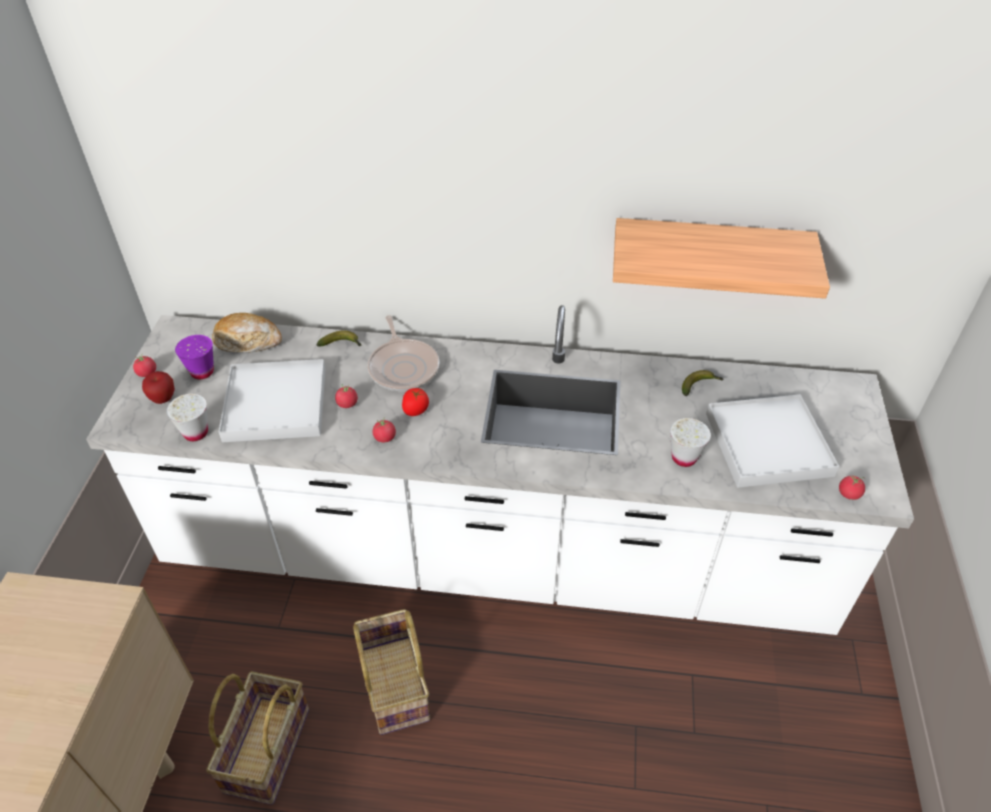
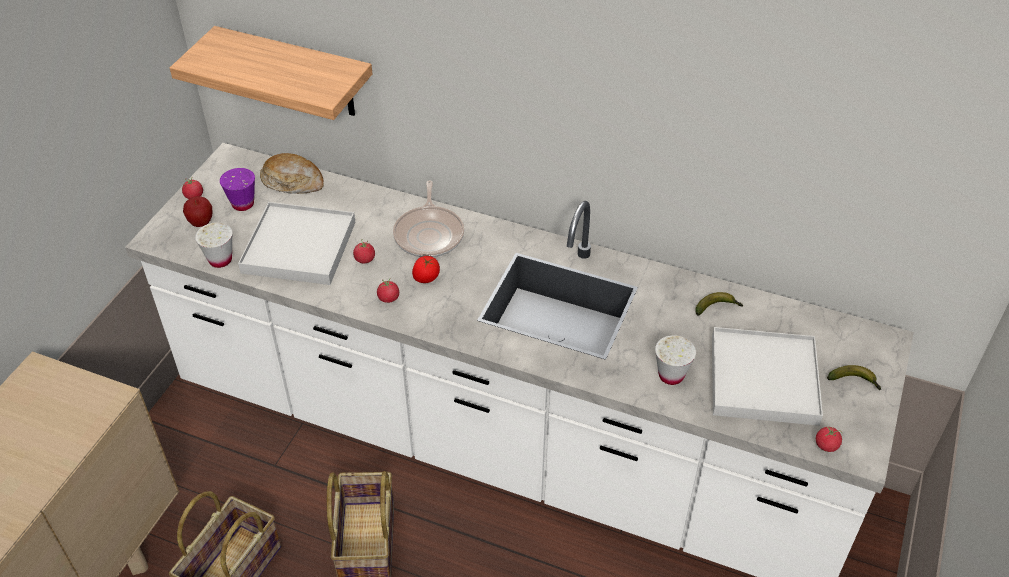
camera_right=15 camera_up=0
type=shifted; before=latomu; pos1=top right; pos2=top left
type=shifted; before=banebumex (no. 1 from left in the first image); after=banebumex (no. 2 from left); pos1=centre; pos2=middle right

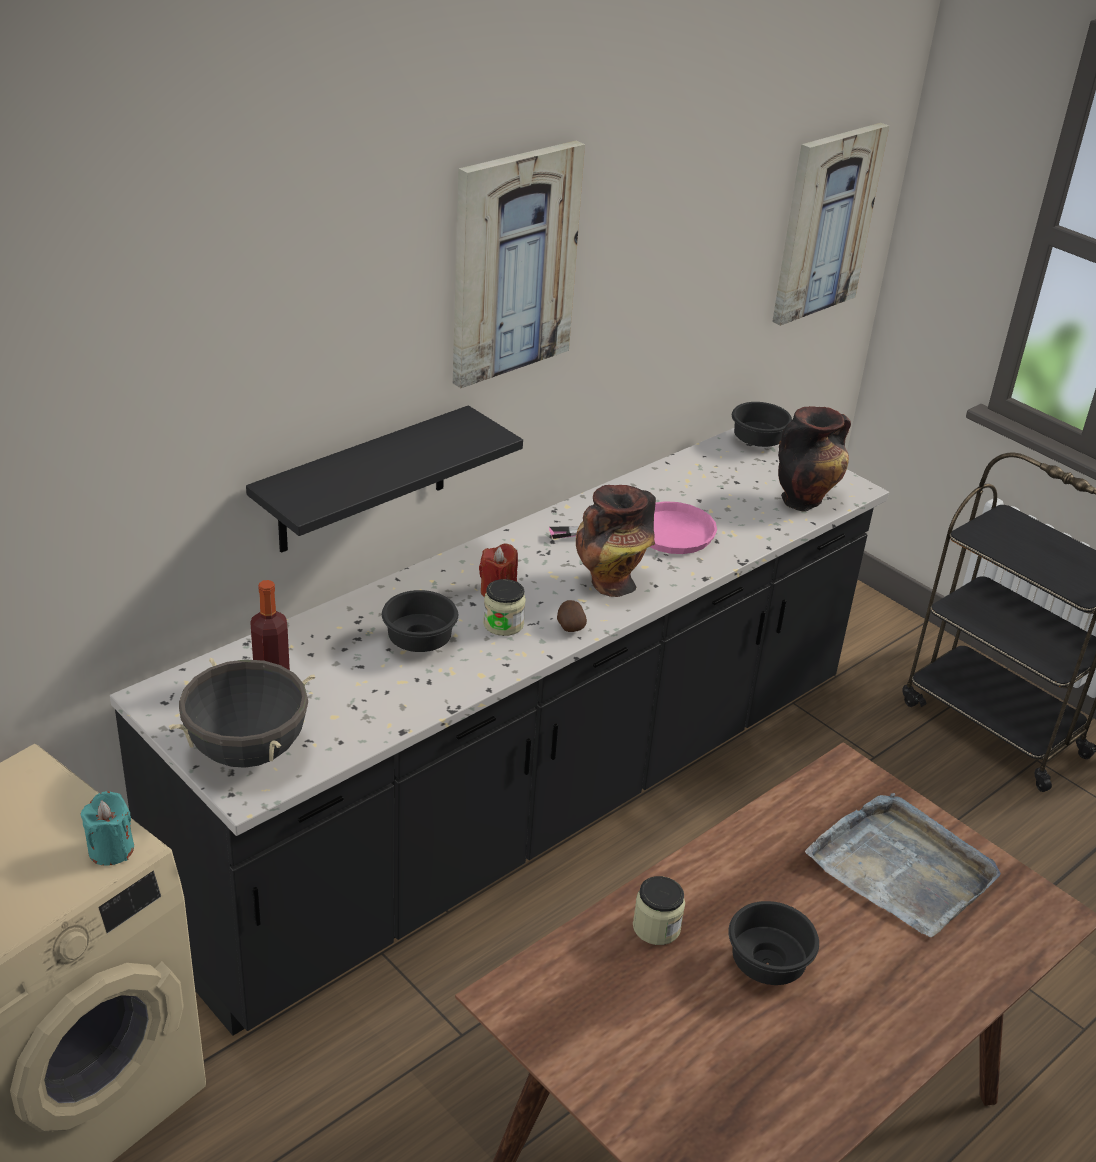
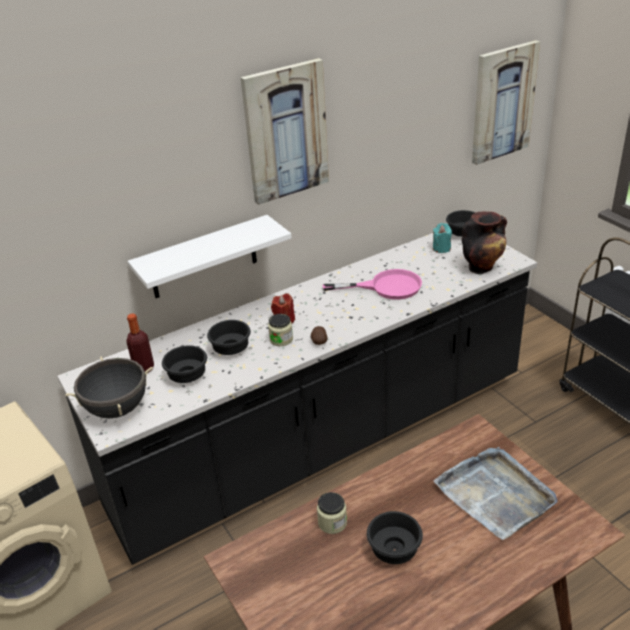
camera_right=15 camera_up=0
type=repainted; before=black latomu; after=white latomu; pos1=centre; pos2=centre
type=new; after=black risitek (no. 1 from left); pos2=middle left
type=shifted; before=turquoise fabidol; pos1=bottom left; pos2=middle right
type=gone; before=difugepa (no. 1 from left); pos1=centre

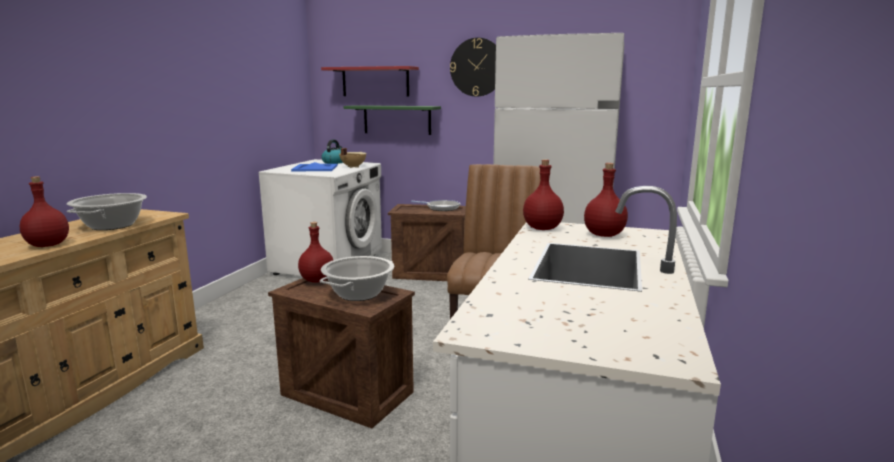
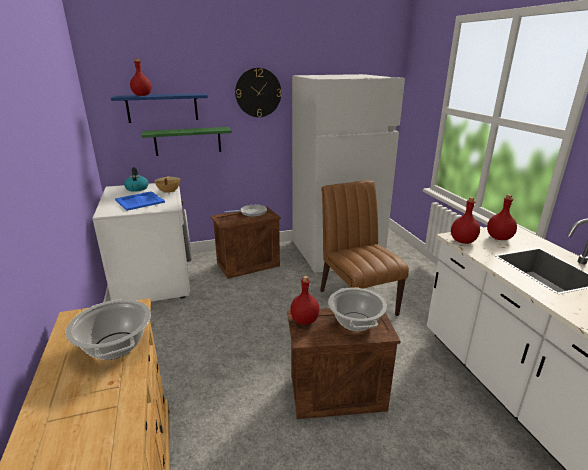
camera_right=-35 camera_up=10
type=repainted; before=red latomu; after=blue latomu; pos1=top centre; pos2=top left
type=shifted; before=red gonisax (no. 1 from left); pos1=middle left; pos2=top left

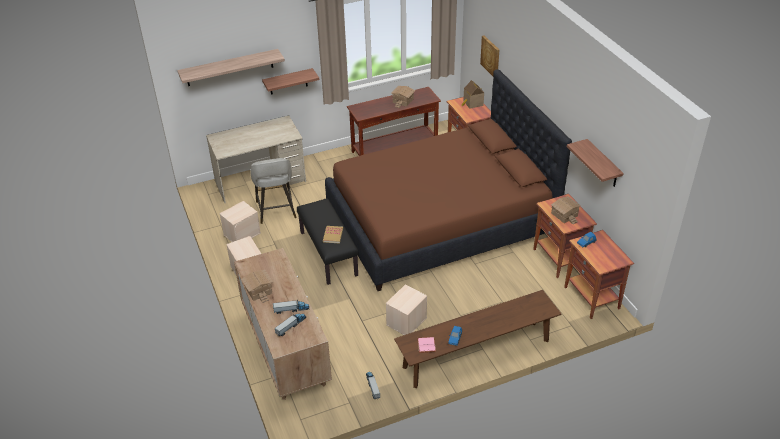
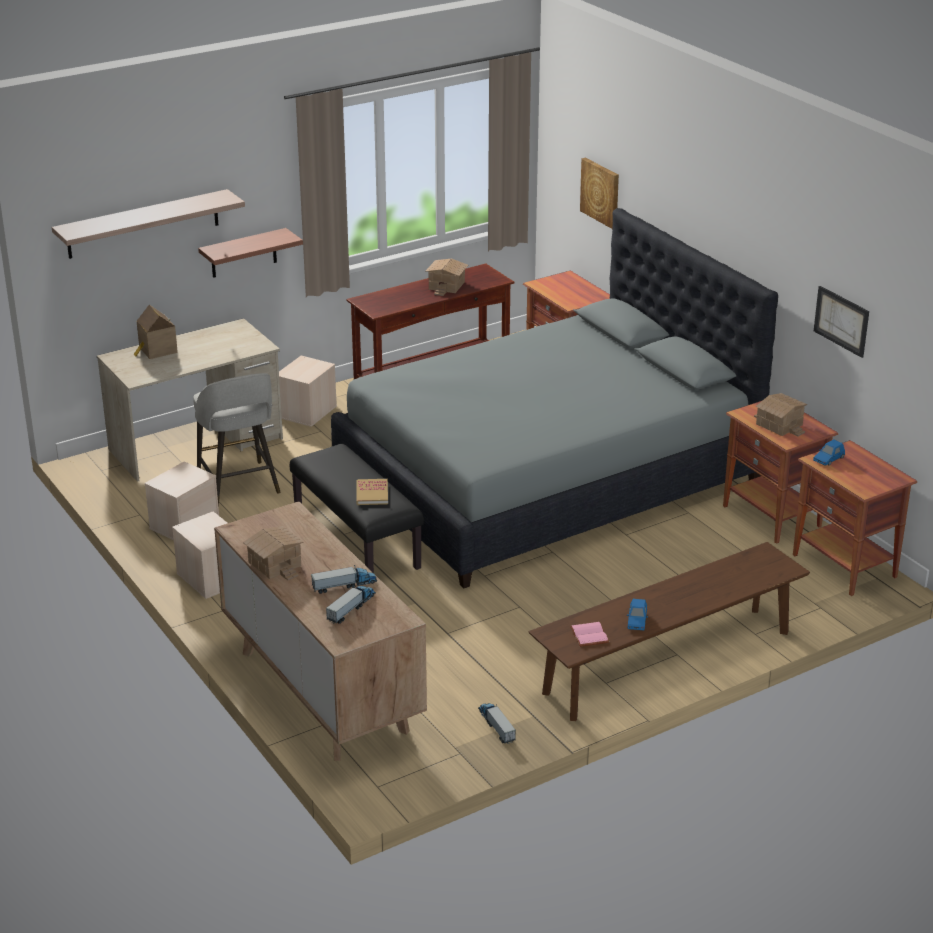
camera_right=-10 camera_up=-10
type=shifted; before=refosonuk (no. 3 from left in the first image); after=refosonuk (no. 1 from left); pos1=top centre; pos2=middle left
type=shifted; before=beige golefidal (no. 3 from left); pos1=bottom centre; pos2=middle left
type=repainted; before=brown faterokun; after=grey faterokun; pos1=centre; pos2=centre
type=swapped; before=latomu (no. 3 from left); after=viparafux (no. 2 from left); pos1=middle right; pos2=middle right

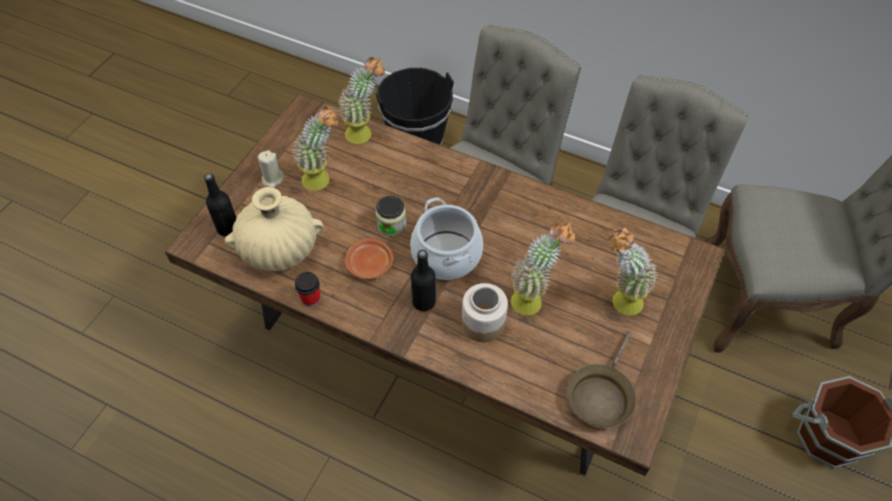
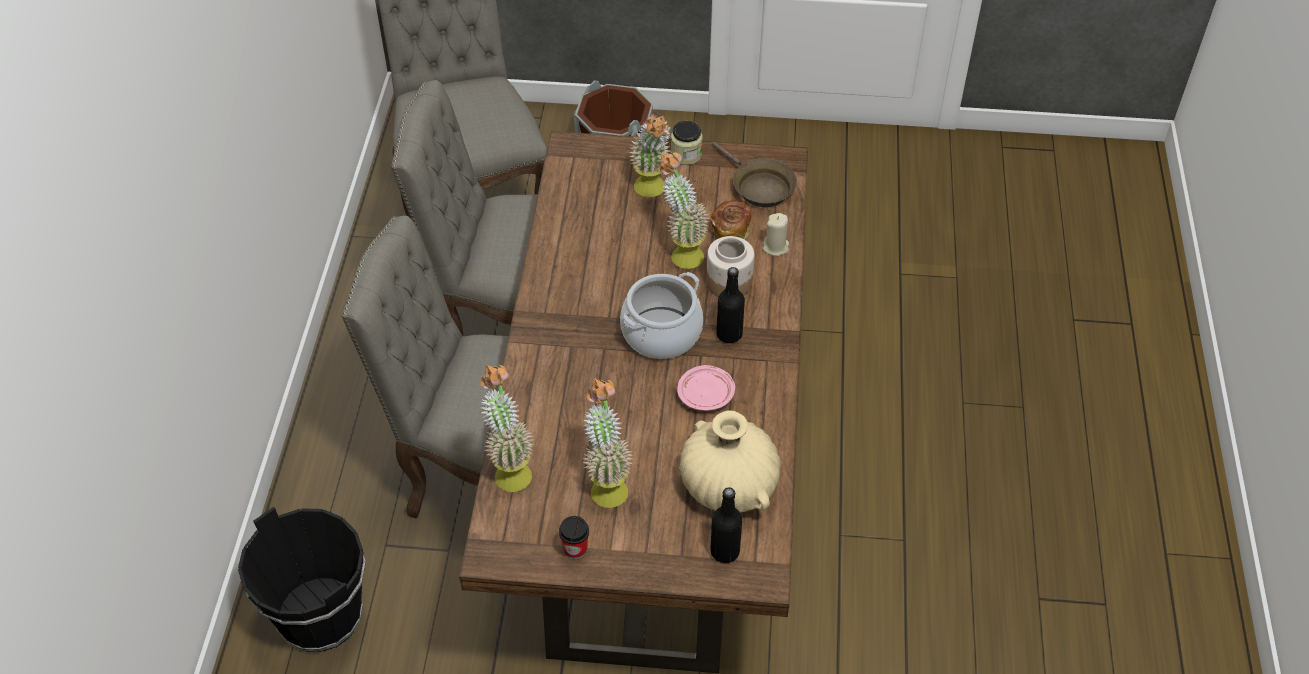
camera_right=-110 camera_up=-5
type=shifted; before=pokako; pos1=centre; pos2=bottom centre
type=shifted; before=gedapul (no. 1 from left); pos1=centre; pos2=top centre
type=repainted; before=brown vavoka; after=pink vavoka; pos1=centre; pos2=centre
type=new; after=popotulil; pos2=top centre
type=rotated; before=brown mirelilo; pos1=bottom right; pos2=top centre; turn=45
type=shifted; before=beige fabidol; pos1=middle left; pos2=centre

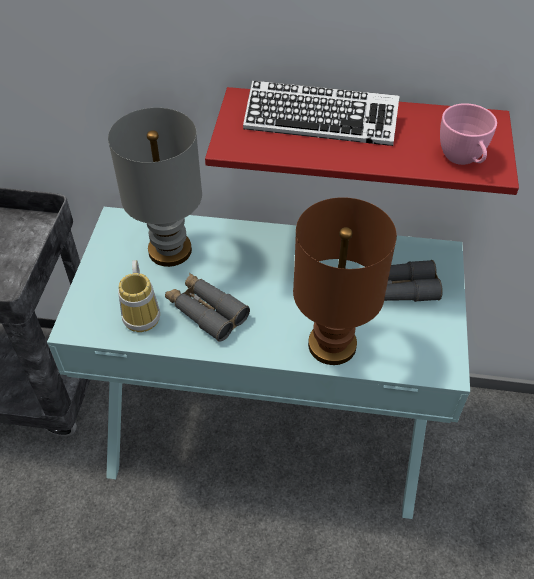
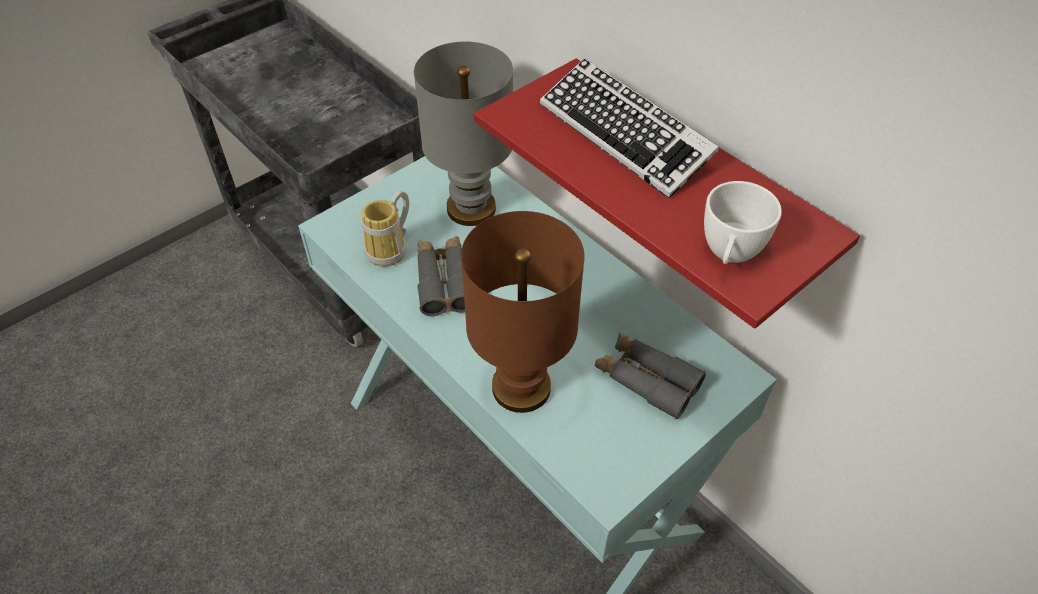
camera_right=40 camera_up=0
type=repainted; before=pink pokako; after=white pokako; pos1=top right; pos2=middle right

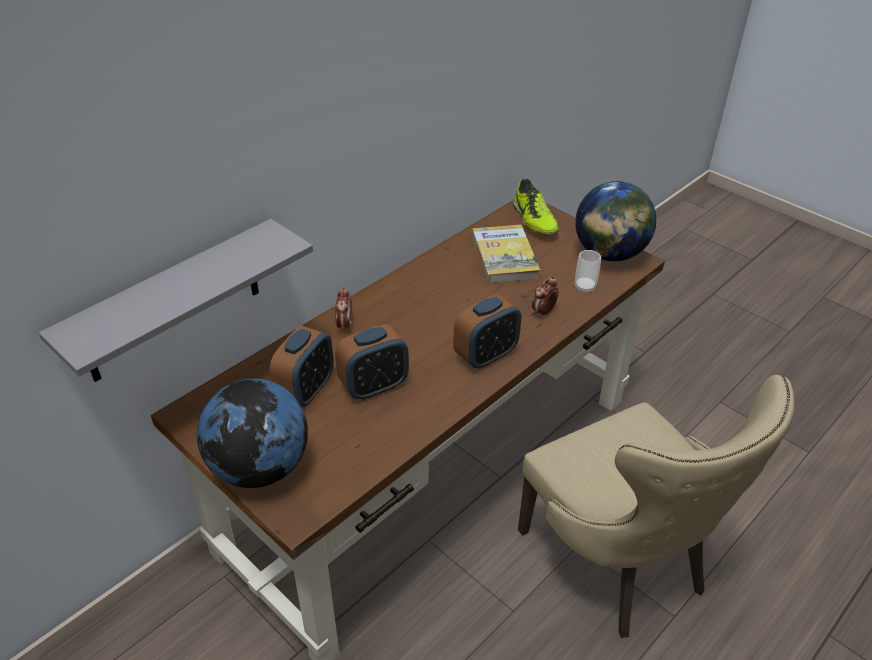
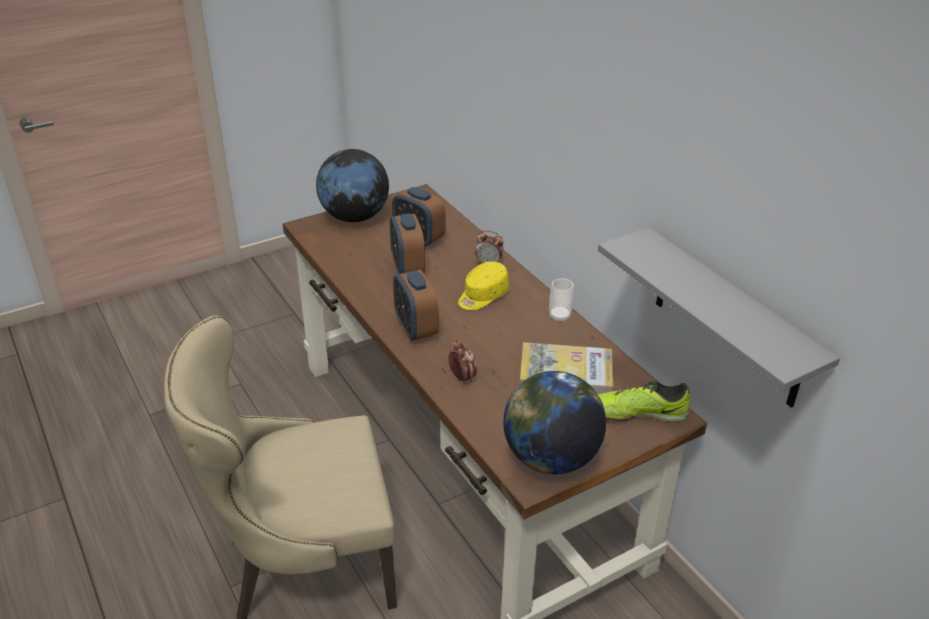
camera_right=105 camera_up=-5
type=new; after=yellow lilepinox; pos2=centre
type=shifted; before=pokako; pos1=middle right; pos2=centre
type=shifted; before=grey latomu; pos1=middle left; pos2=middle right

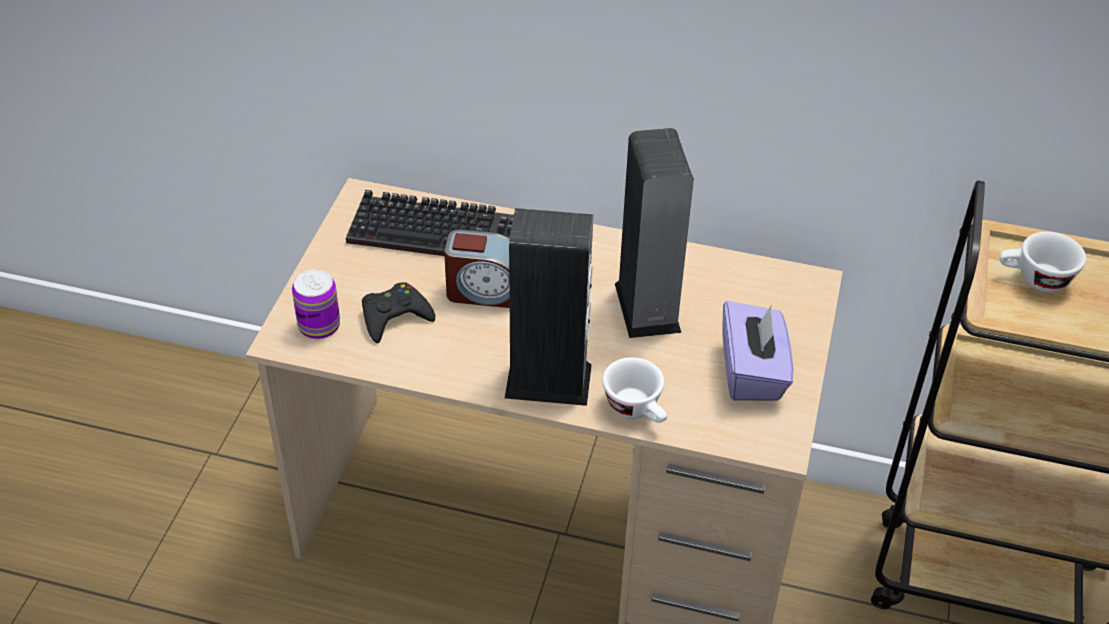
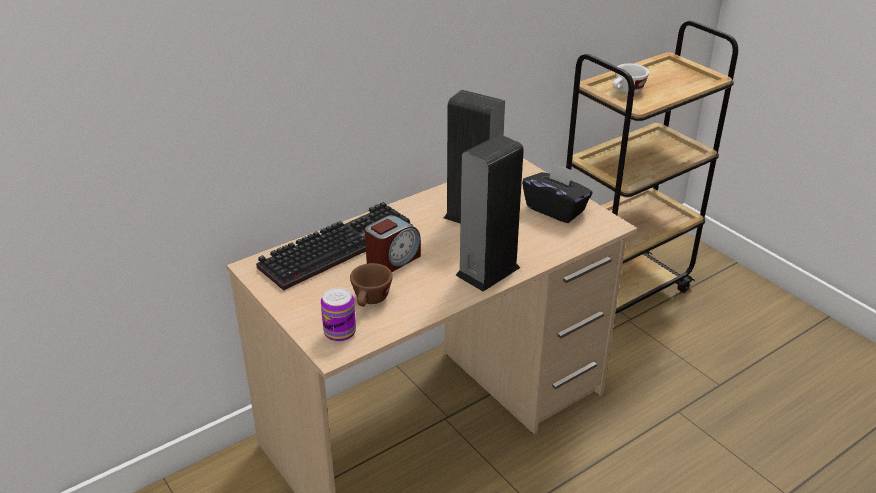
camera_right=-50 camera_up=-10
type=swapped; before=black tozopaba; after=brown pokako; pos1=centre; pos2=centre
type=repainted; before=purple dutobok; after=black dutobok; pos1=middle right; pos2=centre
type=gone; before=white pokako (no. 1 from left); pos1=centre

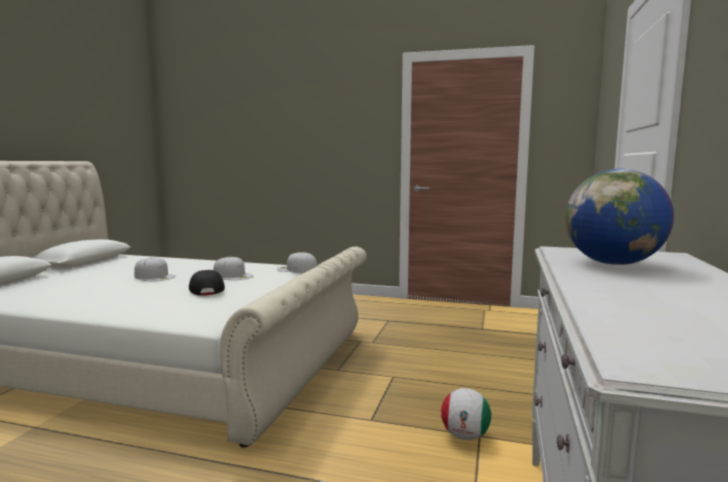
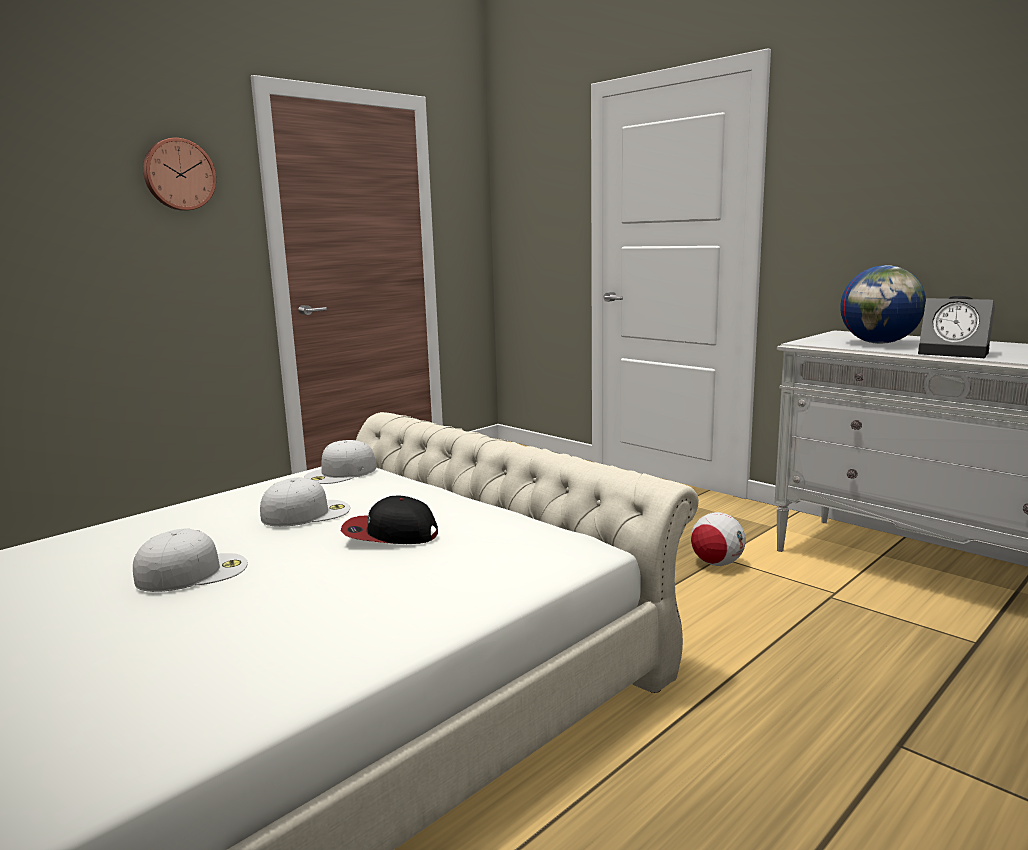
camera_right=-60 camera_up=5
type=new; after=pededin; pos2=top left
type=new; after=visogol; pos2=middle right

